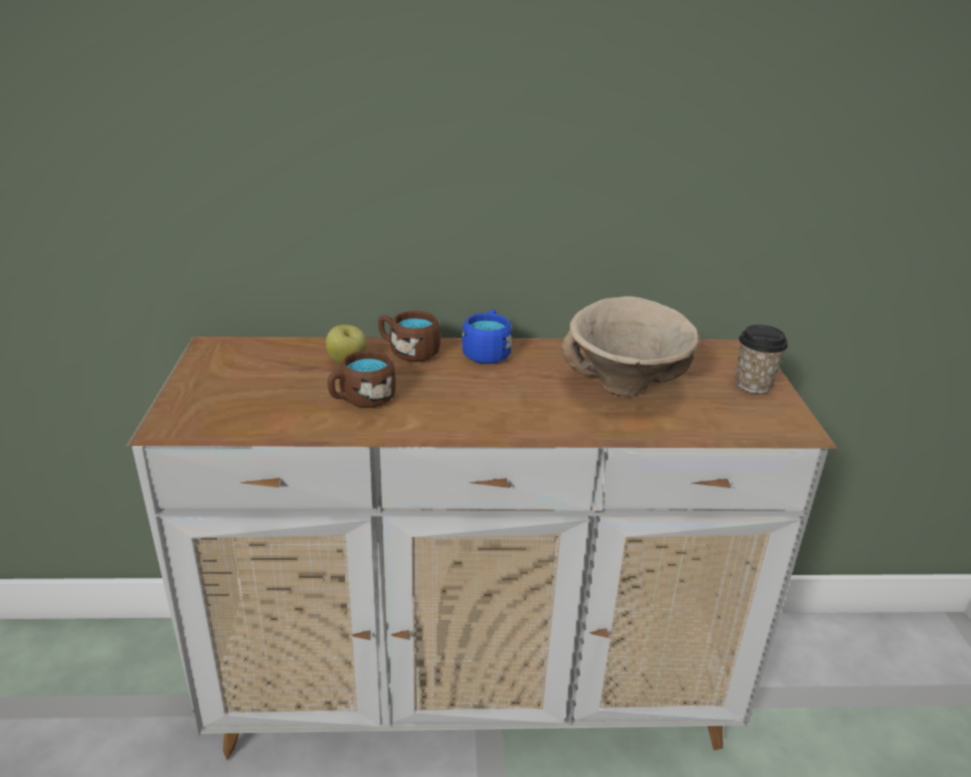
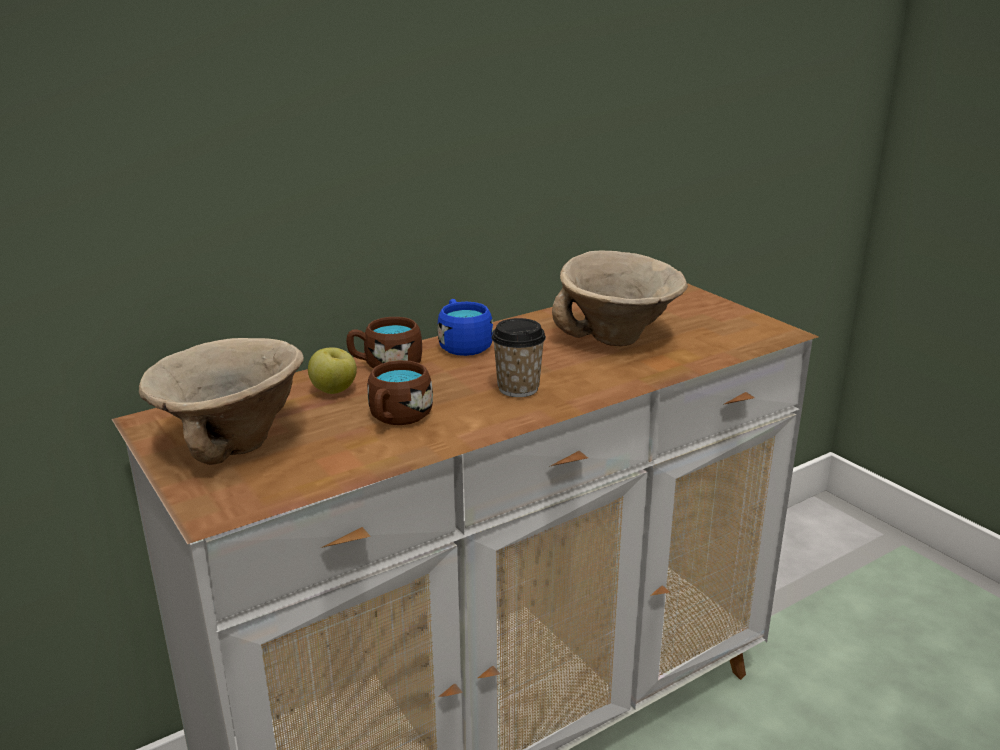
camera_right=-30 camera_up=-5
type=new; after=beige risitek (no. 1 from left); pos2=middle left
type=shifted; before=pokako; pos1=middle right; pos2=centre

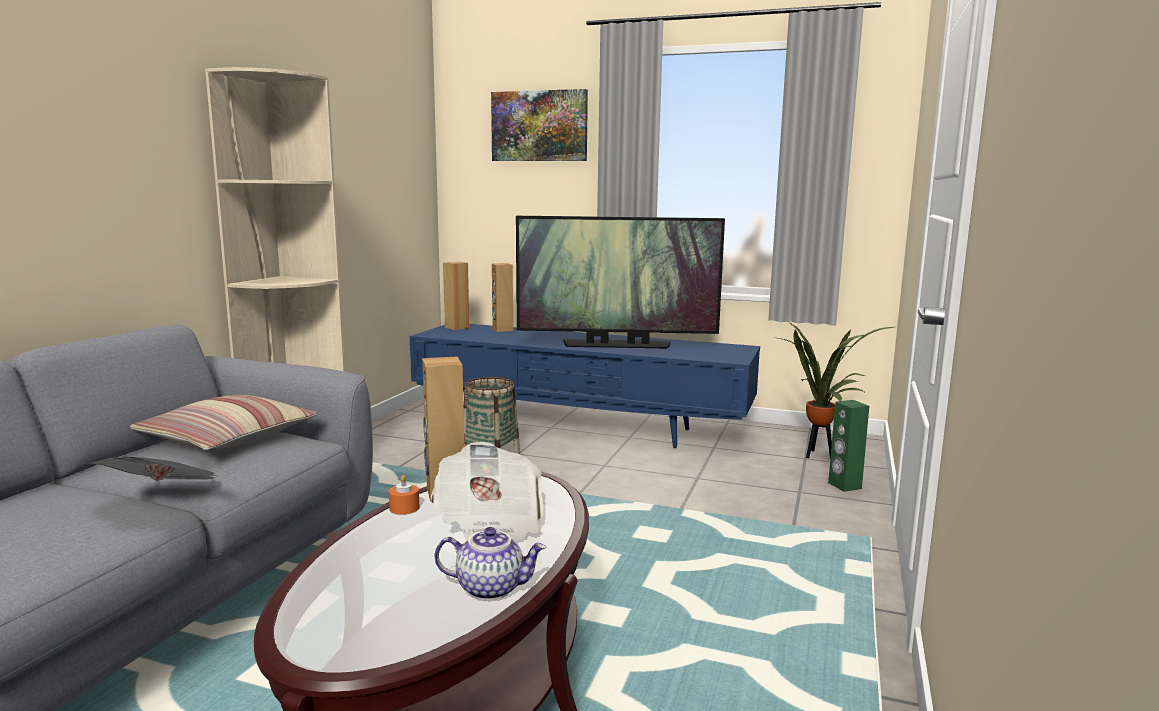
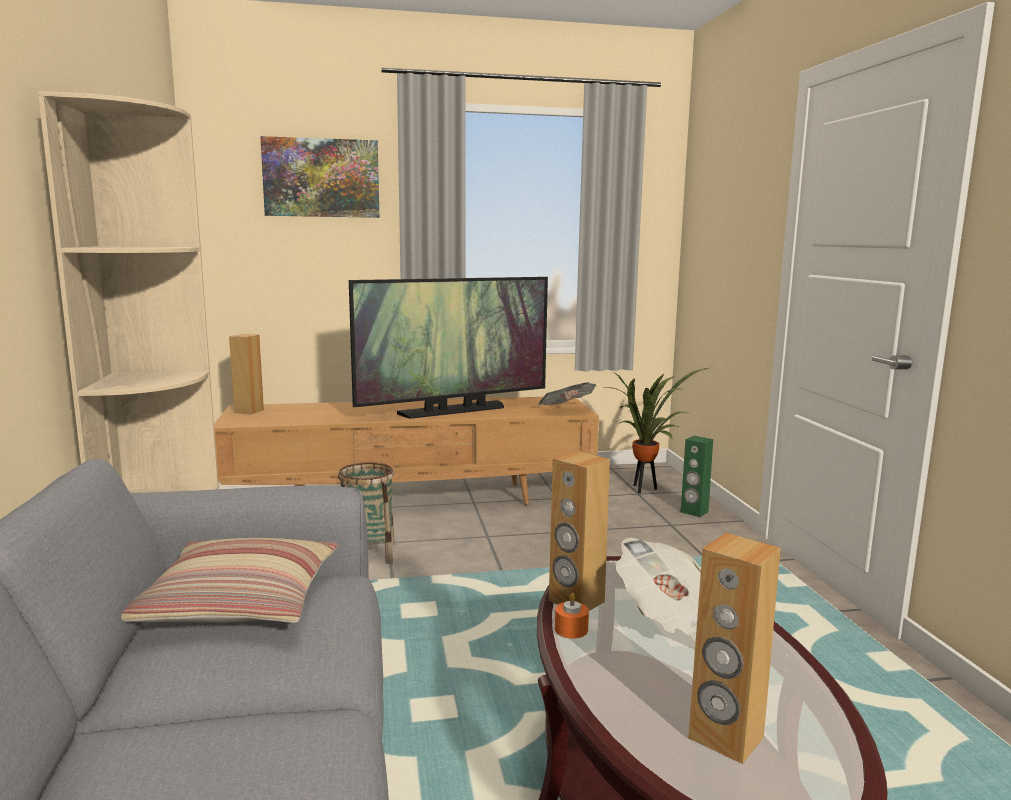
camera_right=-30 camera_up=0
type=repainted; before=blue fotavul; after=brown fotavul; pos1=centre; pos2=centre
type=shifted; before=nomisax (no. 1 from left); pos1=middle left; pos2=centre
type=shifted; before=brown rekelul (no. 3 from left); pos1=centre; pos2=bottom right
type=gone; before=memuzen; pos1=bottom centre

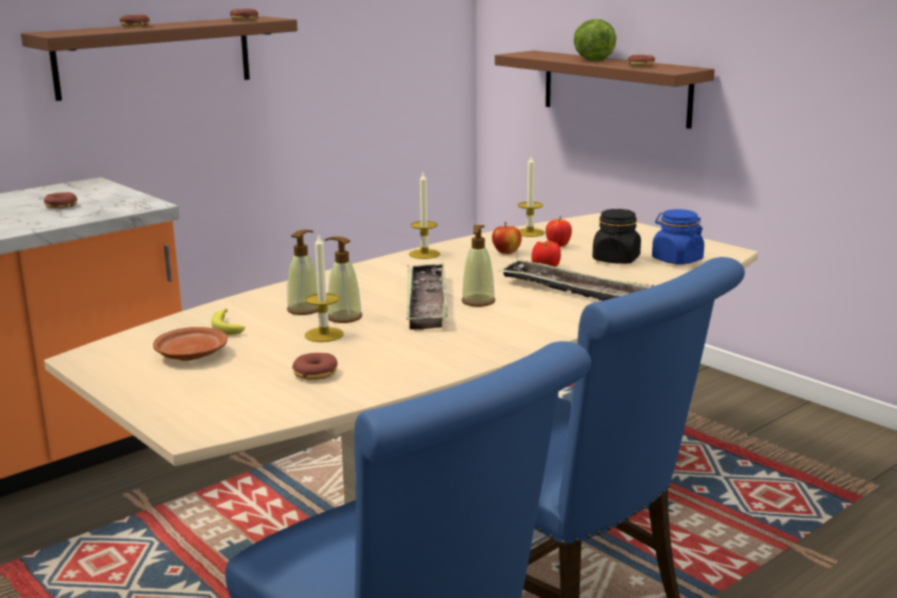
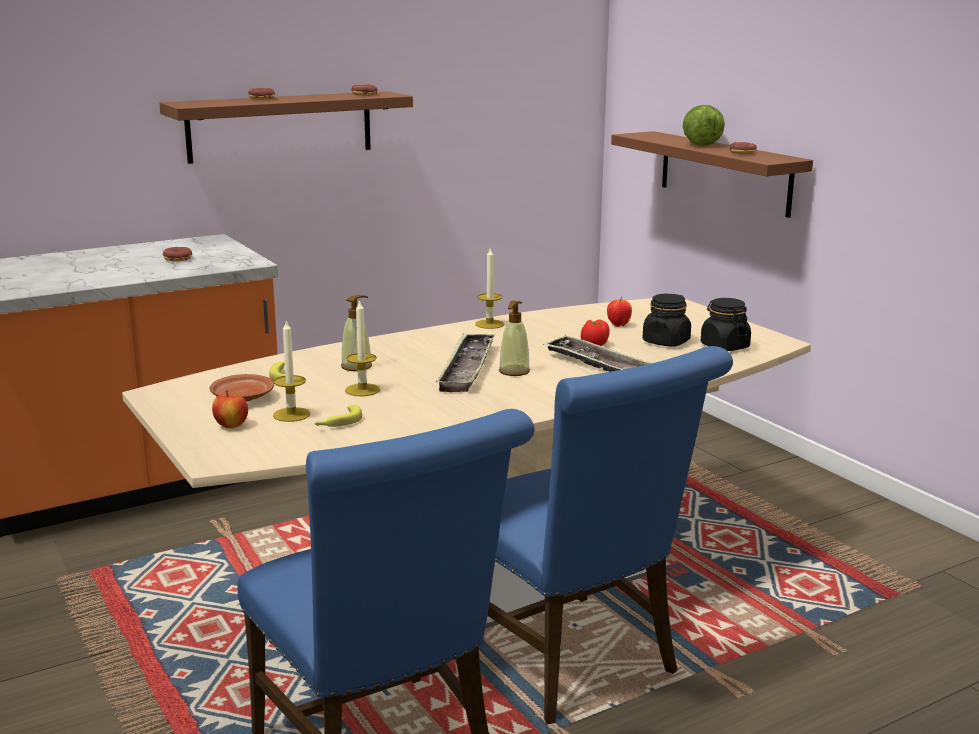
camera_right=10 camera_up=0
type=shifted; before=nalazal (no. 1 from left); pos1=centre; pos2=middle left
type=shifted; before=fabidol (no. 3 from left in the first image); after=fabidol (no. 1 from left); pos1=top centre; pos2=middle left
type=swapped; before=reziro (no. 4 from left); after=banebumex (no. 2 from left); pos1=centre; pos2=centre
type=repainted; before=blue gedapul; after=black gedapul (no. 2 from left); pos1=middle right; pos2=middle right
type=gone; before=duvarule (no. 2 from left); pos1=centre

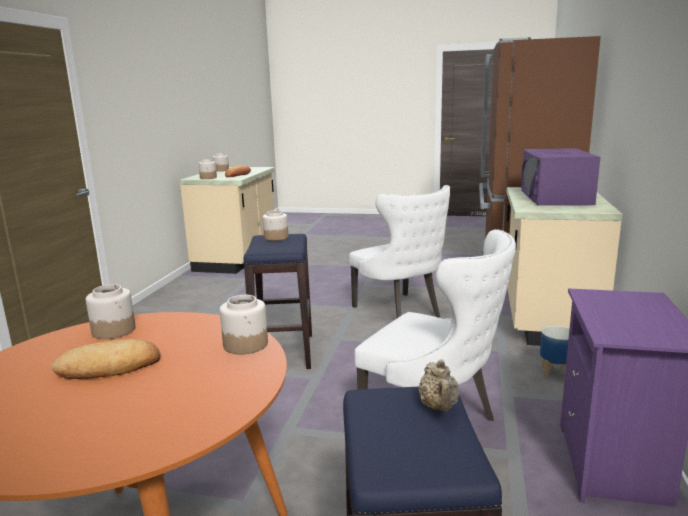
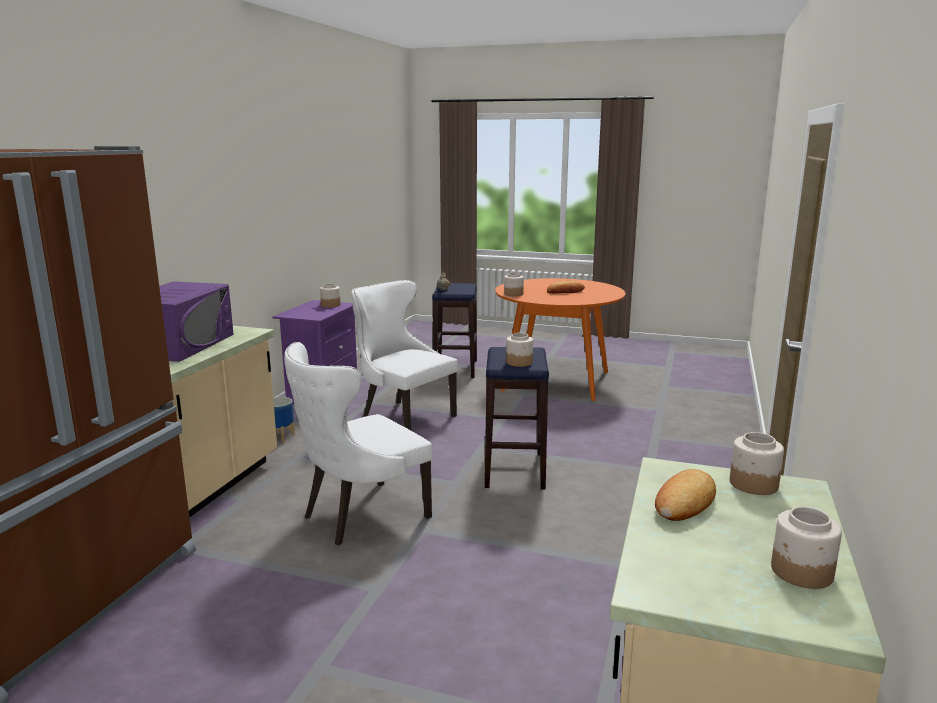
camera_right=-175 camera_up=0
type=rotated; before=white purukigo (no. 1 from left); pos1=centre; pos2=centre; turn=-105
type=shifted; before=gedapul (no. 1 from left); pos1=middle left; pos2=centre

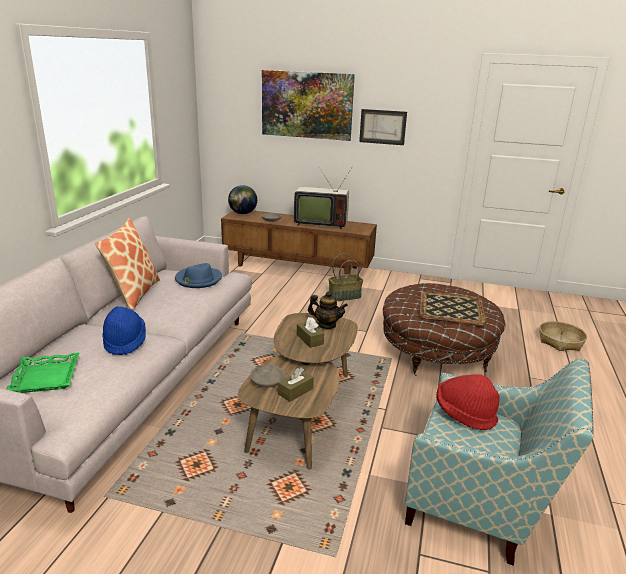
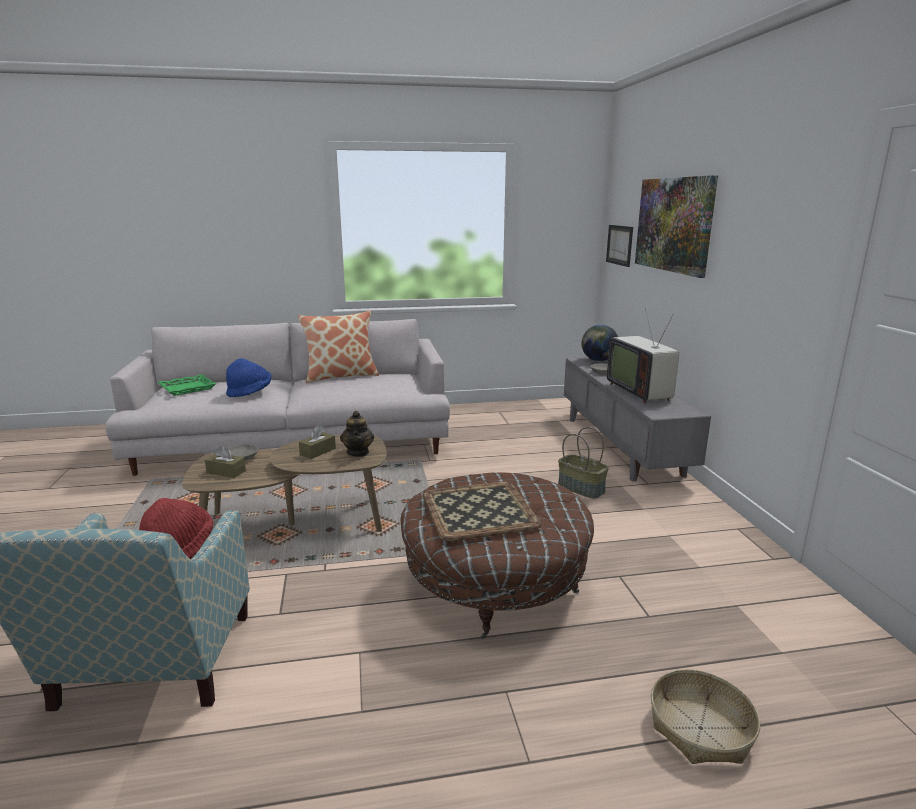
camera_right=65 camera_up=-5
type=repainted; before=brown fotavul; after=grey fotavul; pos1=centre; pos2=middle right
type=shifted; before=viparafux (no. 2 from left in the first image); after=viparafux (no. 1 from left); pos1=top centre; pos2=top right
type=gone; before=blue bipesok (no. 2 from left); pos1=middle left

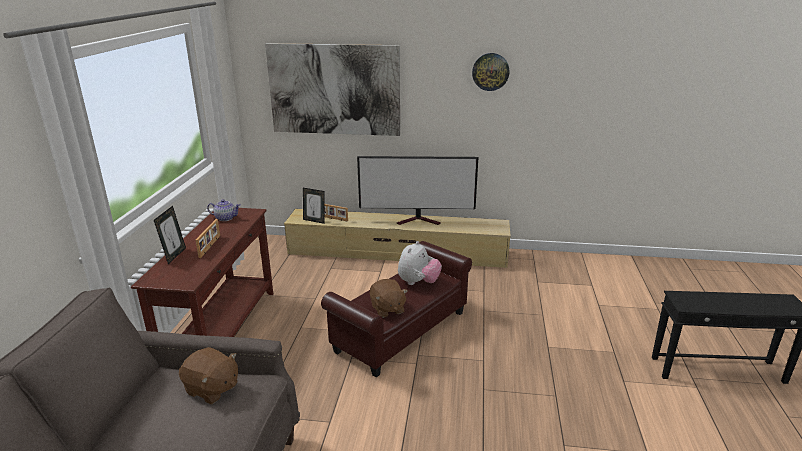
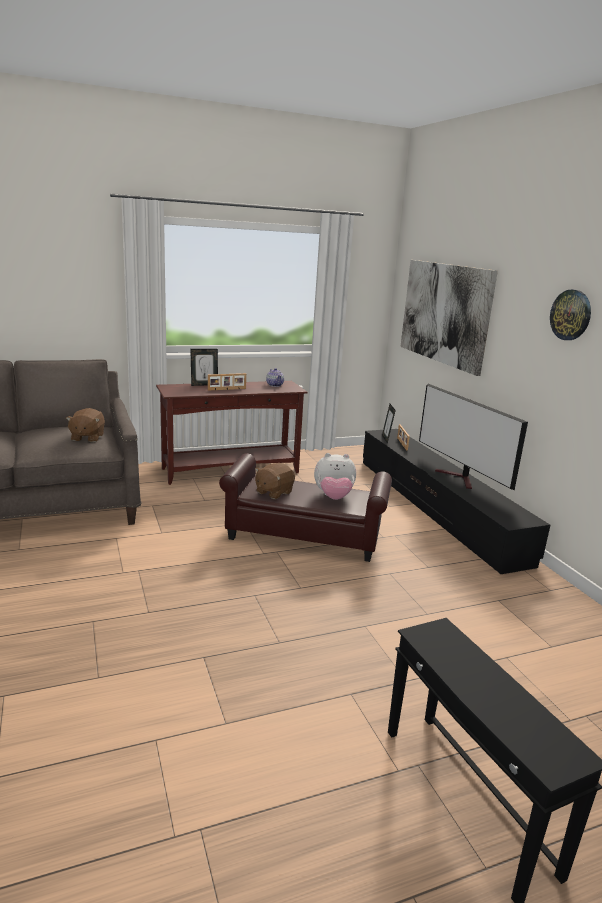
camera_right=60 camera_up=-5
type=repainted; before=beige fotavul; after=black fotavul; pos1=centre; pos2=middle right

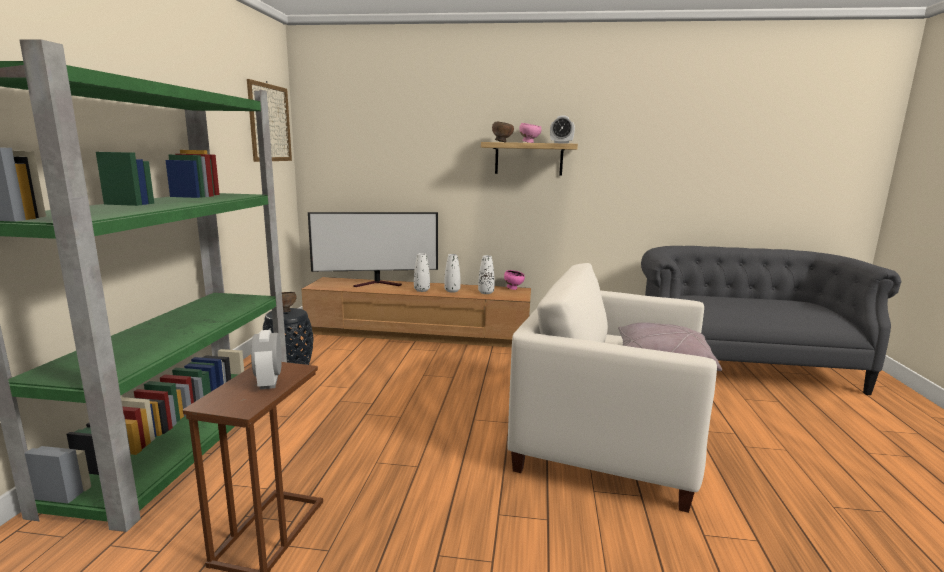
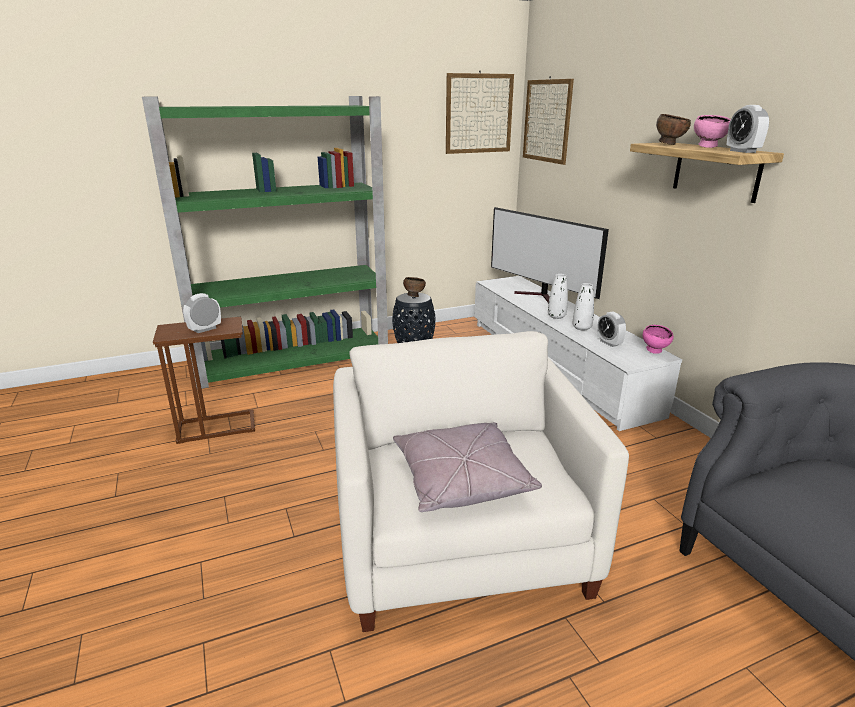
camera_right=60 camera_up=10
type=repainted; before=brown fotavul; after=white fotavul; pos1=centre; pos2=middle right
type=new; after=viparafux (no. 2 from left); pos2=top centre
type=swapped; before=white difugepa (no. 3 from left); after=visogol (no. 2 from left); pos1=centre; pos2=middle right

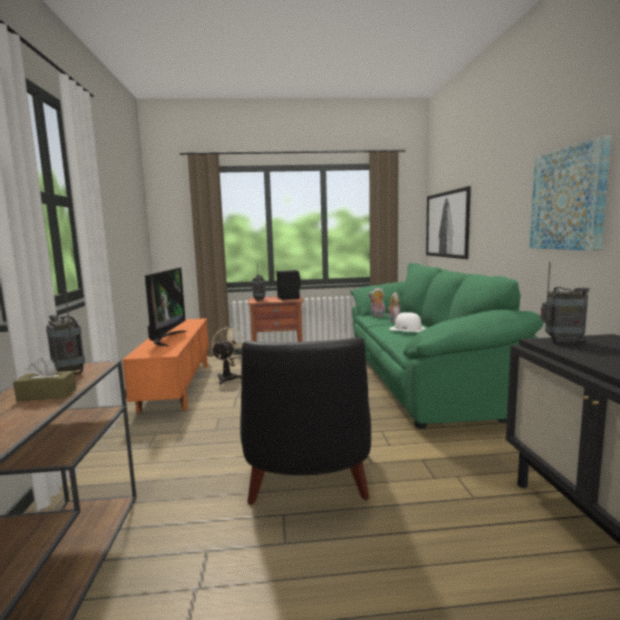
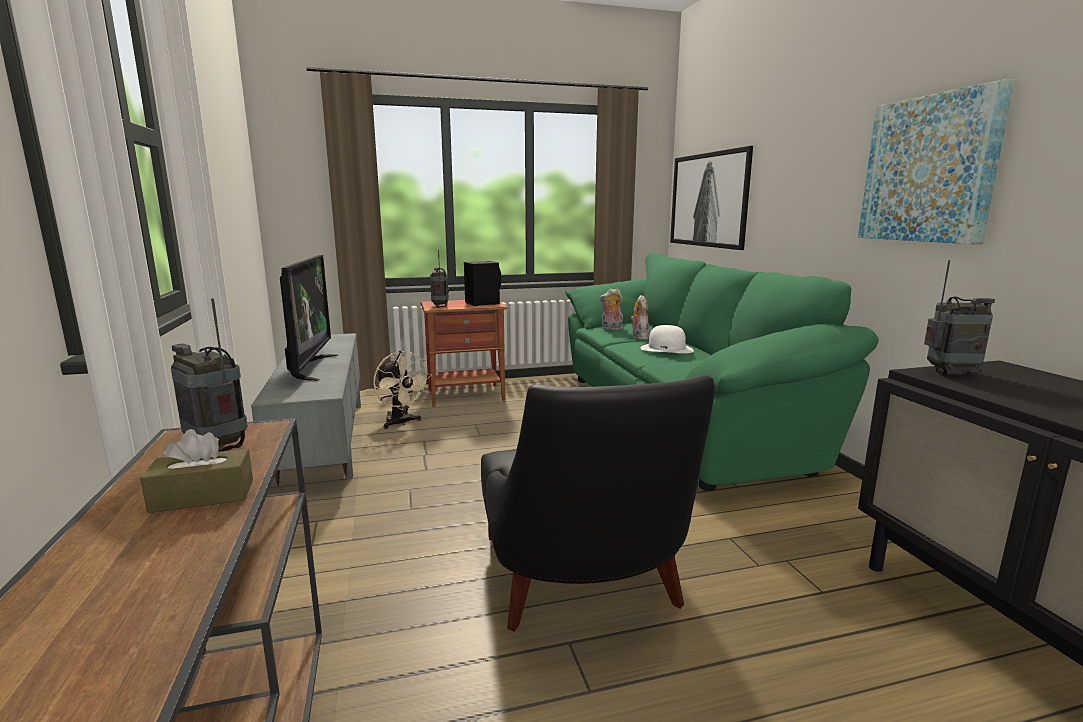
camera_right=-10 camera_up=5
type=repainted; before=orange fotavul; after=grey fotavul; pos1=middle left; pos2=middle left
type=rotated; before=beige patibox; pos1=centre; pos2=centre; turn=135

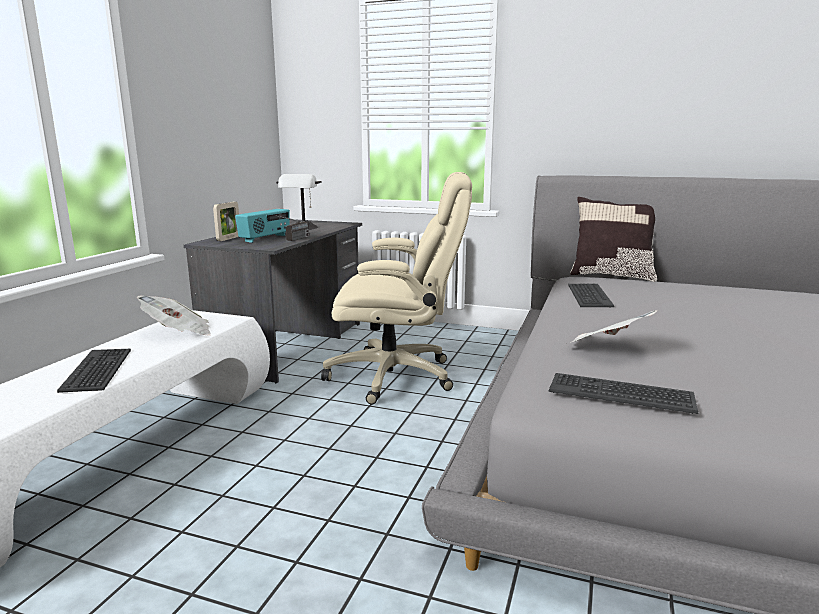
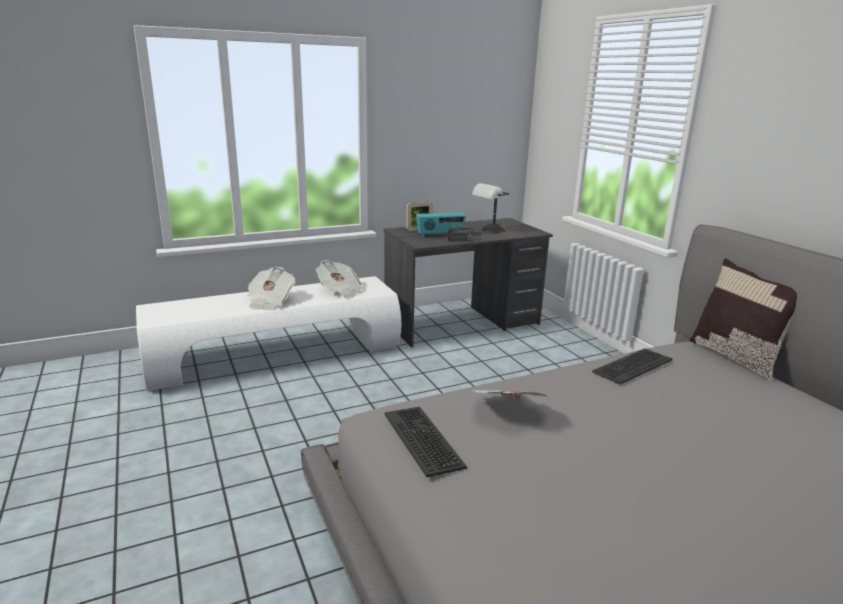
camera_right=45 camera_up=5
type=swapped; before=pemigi (no. 1 from left); after=nomisax (no. 1 from left); pos1=middle left; pos2=middle left
type=gone; before=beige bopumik; pos1=centre

